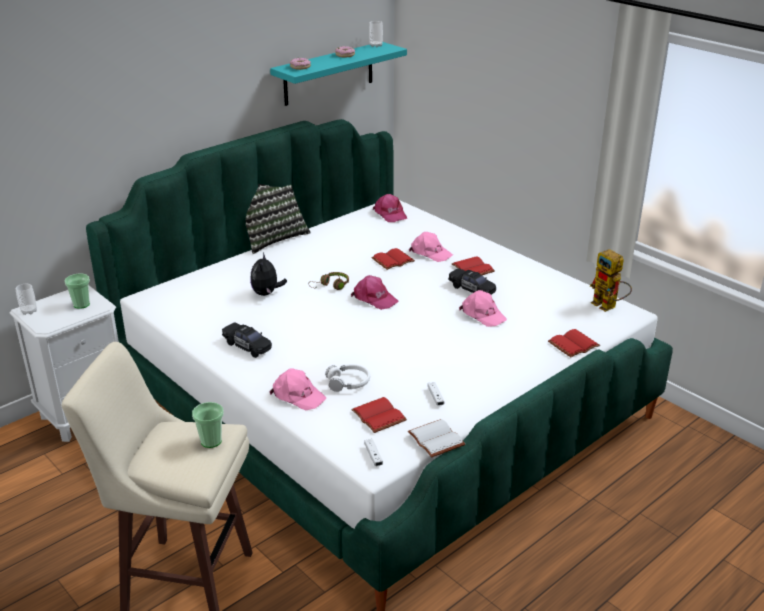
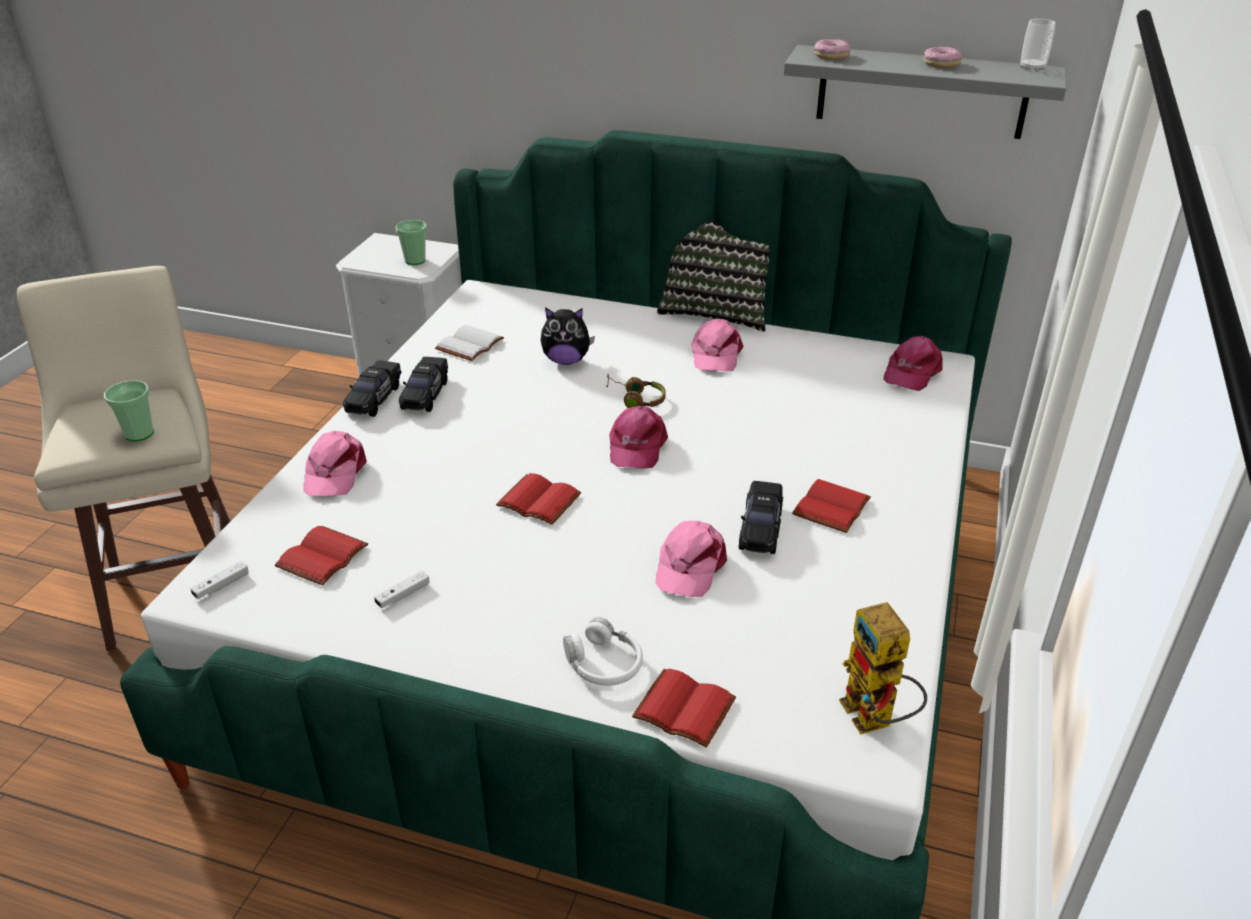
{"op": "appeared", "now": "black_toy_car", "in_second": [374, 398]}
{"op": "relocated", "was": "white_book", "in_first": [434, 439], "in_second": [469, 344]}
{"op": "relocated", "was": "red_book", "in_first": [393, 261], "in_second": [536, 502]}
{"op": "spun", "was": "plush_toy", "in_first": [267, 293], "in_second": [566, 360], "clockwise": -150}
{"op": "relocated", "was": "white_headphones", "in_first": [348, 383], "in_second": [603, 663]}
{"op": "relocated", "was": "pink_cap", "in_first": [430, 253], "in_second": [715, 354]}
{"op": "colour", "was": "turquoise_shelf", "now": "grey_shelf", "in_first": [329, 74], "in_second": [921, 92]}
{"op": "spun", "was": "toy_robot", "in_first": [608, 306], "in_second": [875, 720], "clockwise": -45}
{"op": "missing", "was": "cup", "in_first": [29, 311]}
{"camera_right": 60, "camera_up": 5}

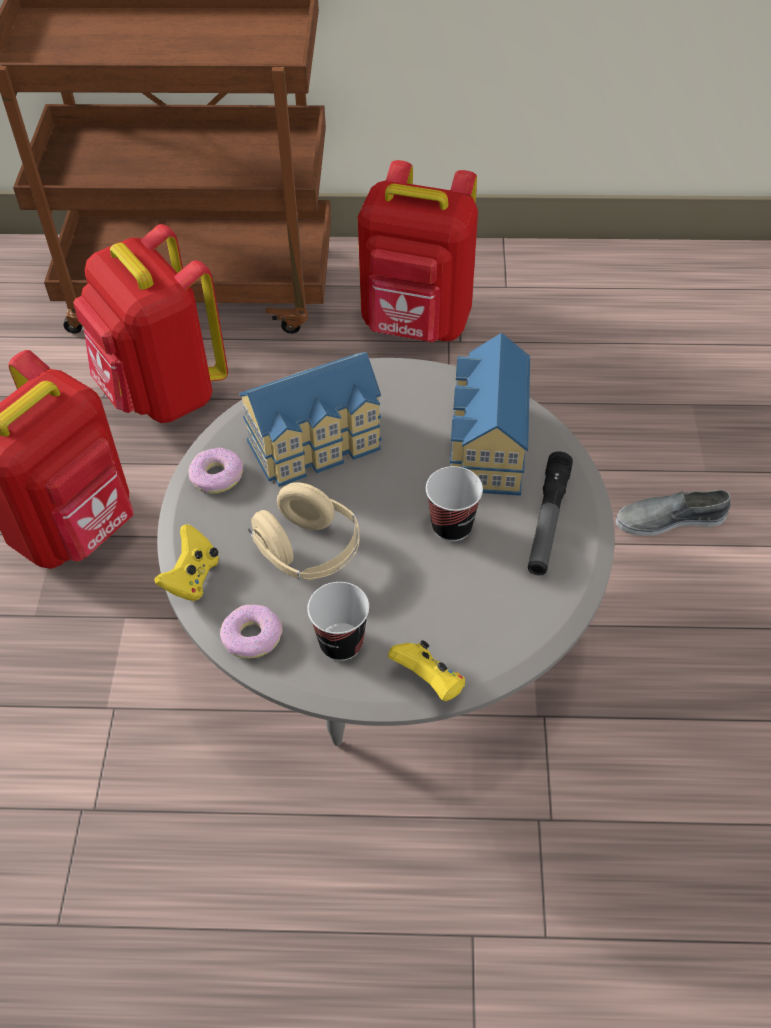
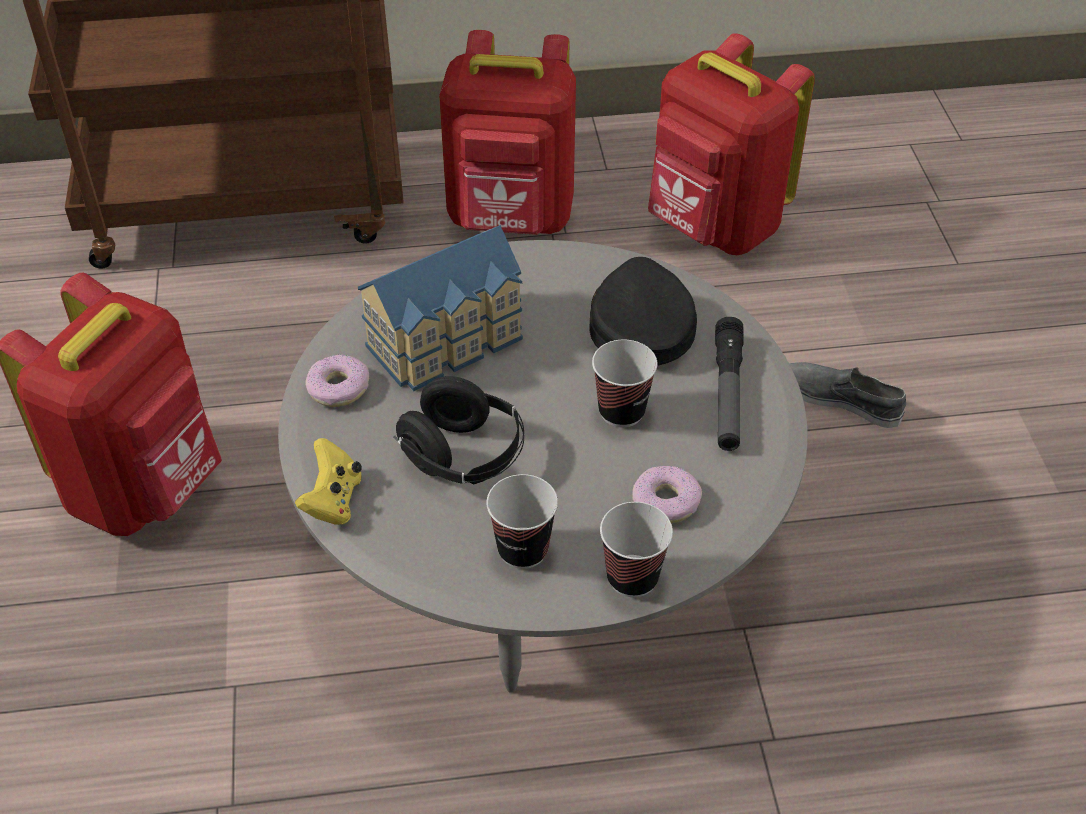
{"op": "colour", "was": "beige_headphones", "now": "black_headphones", "in_first": [308, 551], "in_second": [463, 457]}
{"op": "exchanged", "was": "toy_house", "now": "black_cap", "in_first": [484, 446], "in_second": [639, 323]}
{"op": "exchanged", "was": "yellow_game_controller", "now": "cup", "in_first": [429, 681], "in_second": [632, 578]}
{"op": "relocated", "was": "donut", "in_first": [252, 636], "in_second": [665, 501]}
{"op": "relocated", "was": "red_backpack", "in_first": [163, 393], "in_second": [713, 228]}
{"op": "spun", "was": "grey_shoe", "in_first": [669, 519], "in_second": [840, 399], "clockwise": 45}
{"camera_right": -10, "camera_up": -5}

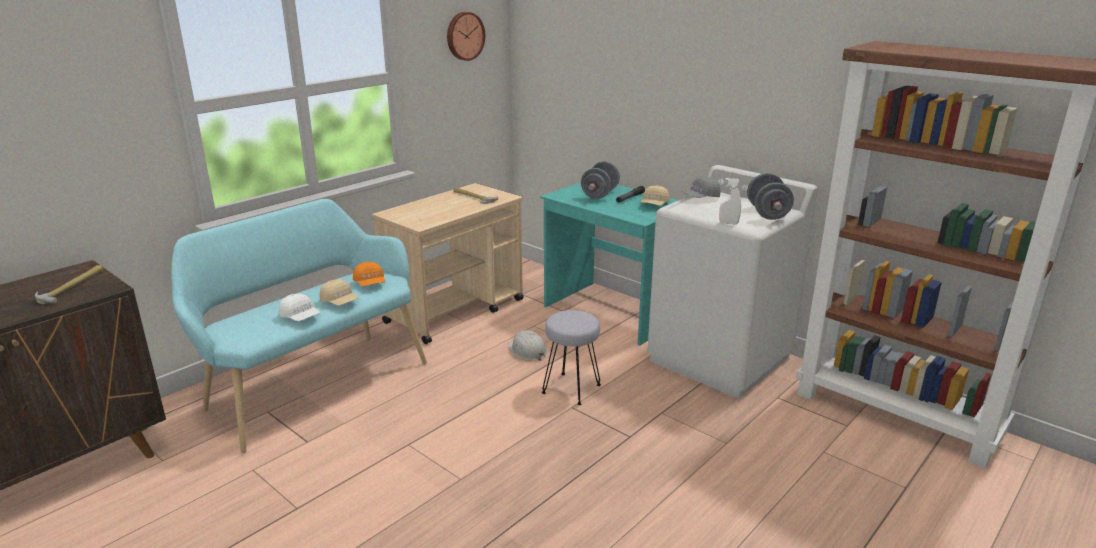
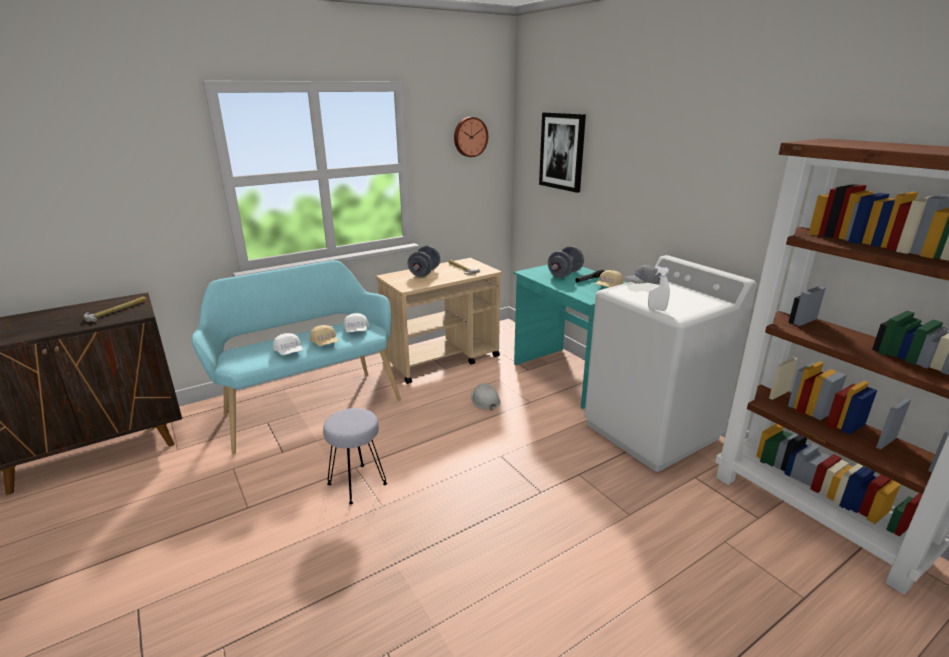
{"op": "relocated", "was": "grey_stool", "in_first": [571, 388], "in_second": [358, 483]}
{"op": "colour", "was": "orange_cap", "now": "white_cap", "in_first": [370, 283], "in_second": [356, 330]}
{"op": "relocated", "was": "grey_dumbbell", "in_first": [767, 213], "in_second": [424, 273]}
{"op": "appeared", "now": "picture", "in_second": [562, 151]}
{"camera_right": 15, "camera_up": 0}

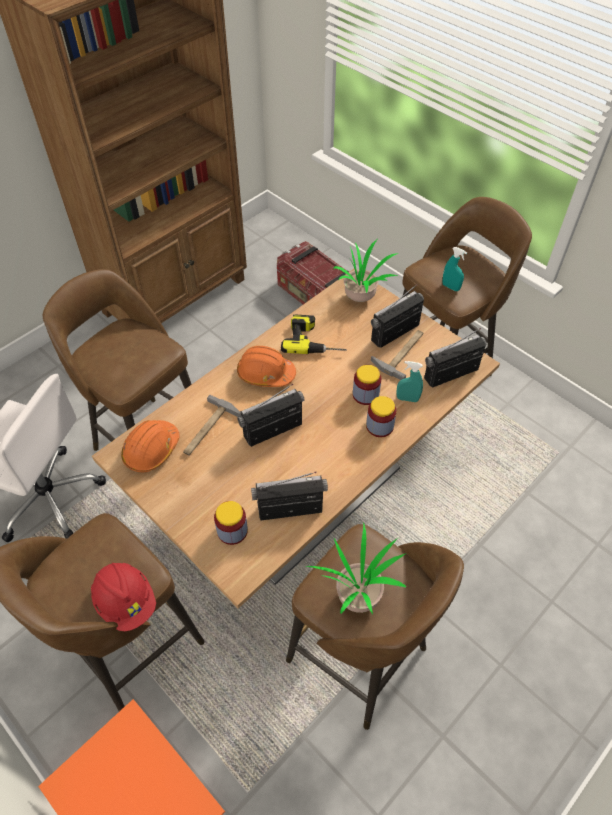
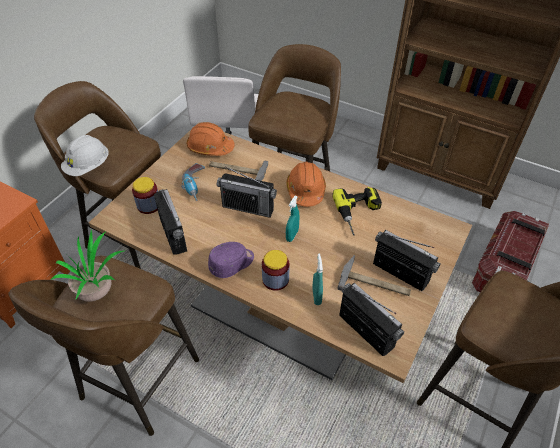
{"op": "colour", "was": "red_hard_hat", "now": "white_hard_hat", "in_first": [126, 601], "in_second": [88, 167]}
{"op": "appeared", "now": "power_drill", "in_second": [196, 186]}
{"op": "appeared", "now": "purple_cap", "in_second": [232, 264]}
{"op": "spun", "was": "radio", "in_first": [273, 430], "in_second": [248, 208], "clockwise": 150}
{"op": "relocated", "was": "turquoise_spray_bottle", "in_first": [450, 287], "in_second": [292, 235]}
{"op": "missing", "was": "potted_plant", "in_first": [362, 297]}
{"op": "missing", "was": "jar", "in_first": [365, 394]}
{"camera_right": 75, "camera_up": -5}

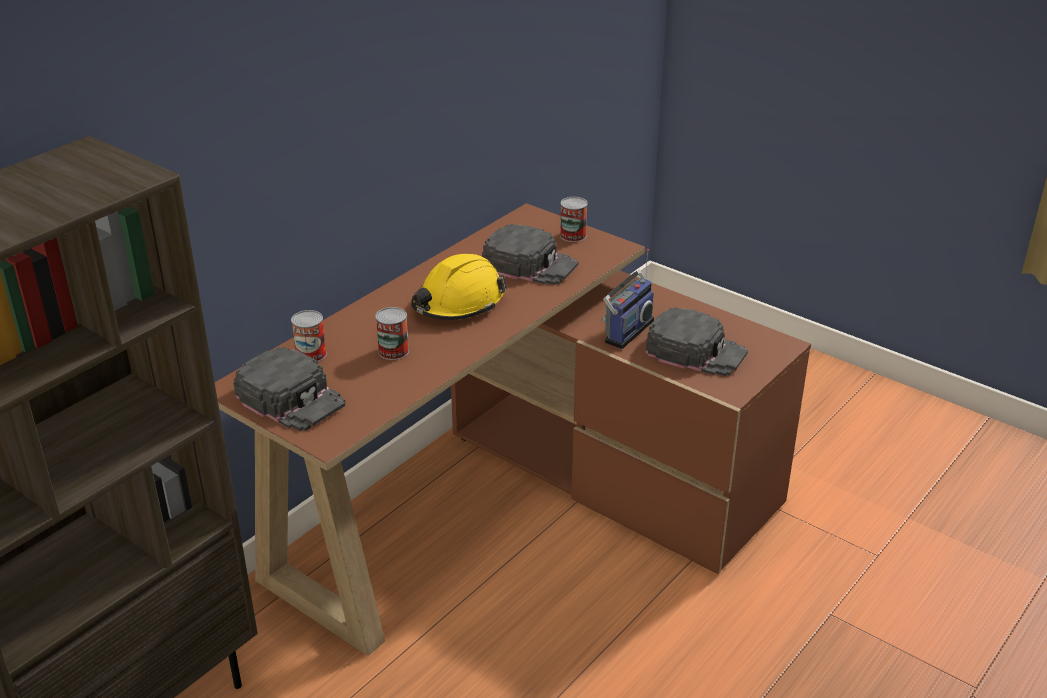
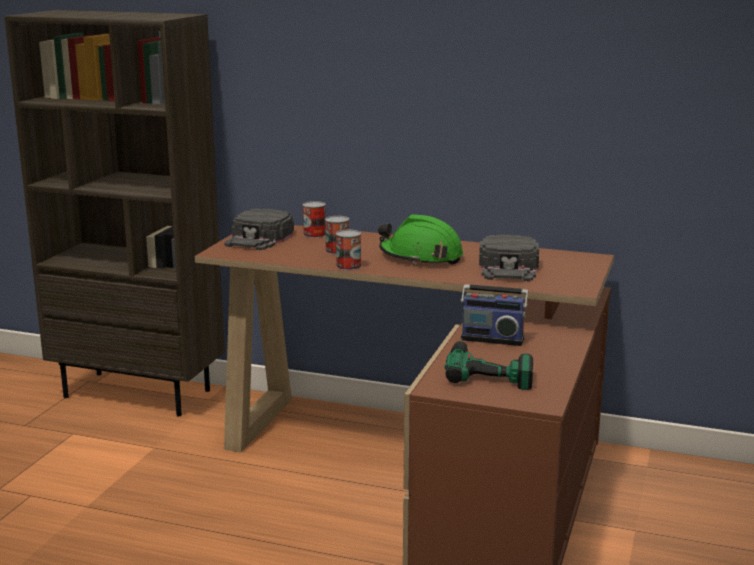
{"op": "relocated", "was": "can", "in_first": [573, 235], "in_second": [348, 266]}
{"op": "colour", "was": "yellow_hard_hat", "now": "green_hard_hat", "in_first": [458, 303], "in_second": [421, 257]}
{"op": "exchanged", "was": "black_cap", "now": "power_drill", "in_first": [696, 351], "in_second": [489, 367]}
{"camera_right": 70, "camera_up": -15}

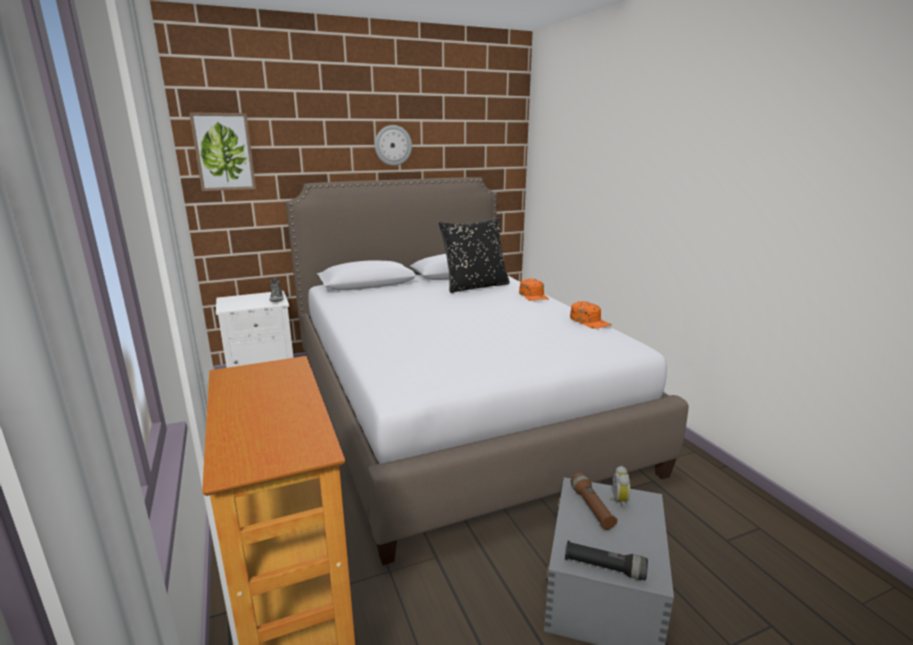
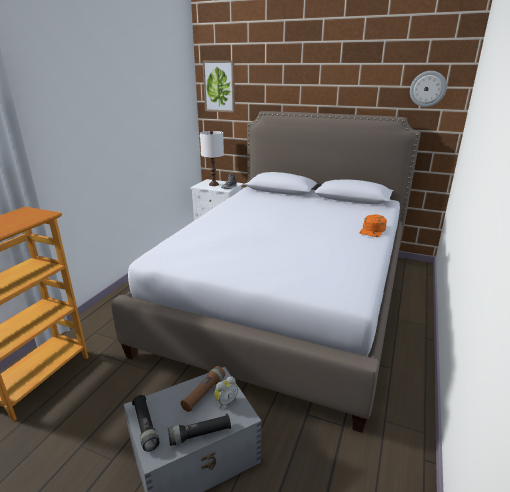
{"op": "appeared", "now": "black_flashlight", "in_second": [200, 435]}
{"op": "appeared", "now": "white_table_lamp", "in_second": [213, 184]}
{"op": "relocated", "was": "wall_clock", "in_first": [393, 145], "in_second": [427, 89]}
{"op": "missing", "was": "black_pillow", "in_first": [475, 286]}
{"op": "missing", "was": "orange_cap", "in_first": [590, 321]}
{"camera_right": 45, "camera_up": 5}

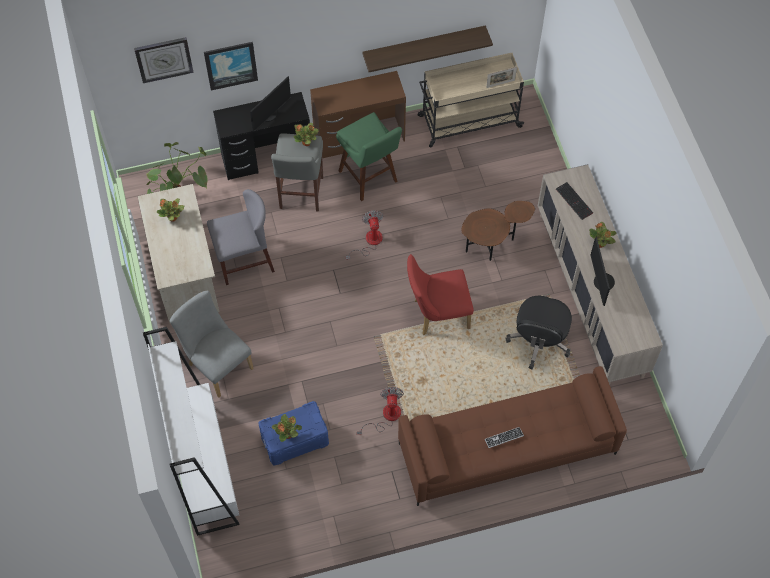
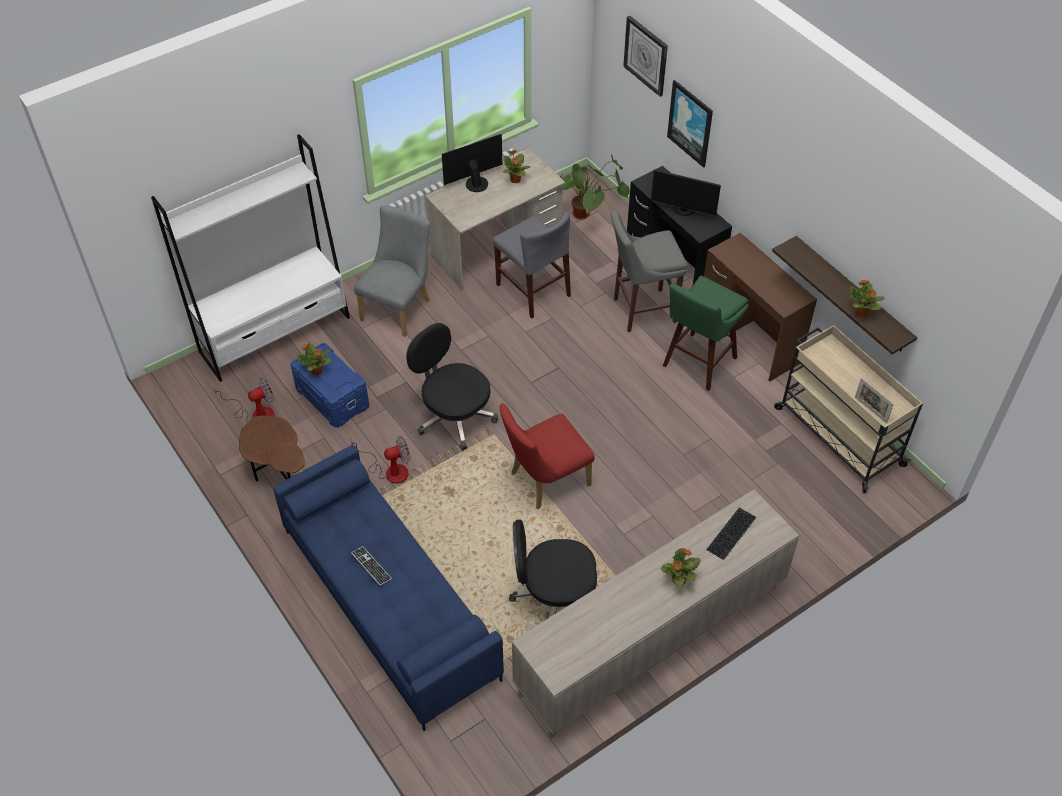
{"op": "relocated", "was": "fan", "in_first": [369, 242], "in_second": [256, 413]}
{"op": "relocated", "was": "brown_side_table", "in_first": [492, 244], "in_second": [280, 476]}
{"op": "colour", "was": "brown_sofa", "now": "blue_sofa", "in_first": [506, 449], "in_second": [388, 603]}
{"op": "appeared", "now": "black_office_chair", "in_second": [454, 416]}
{"op": "relocated", "was": "monitor", "in_first": [601, 282], "in_second": [475, 183]}
{"op": "spun", "was": "red_chair", "in_first": [437, 314], "in_second": [544, 481], "clockwise": -90}
{"op": "relocated", "was": "potted_plant", "in_first": [307, 143], "in_second": [861, 313]}
{"camera_right": 70, "camera_up": -10}

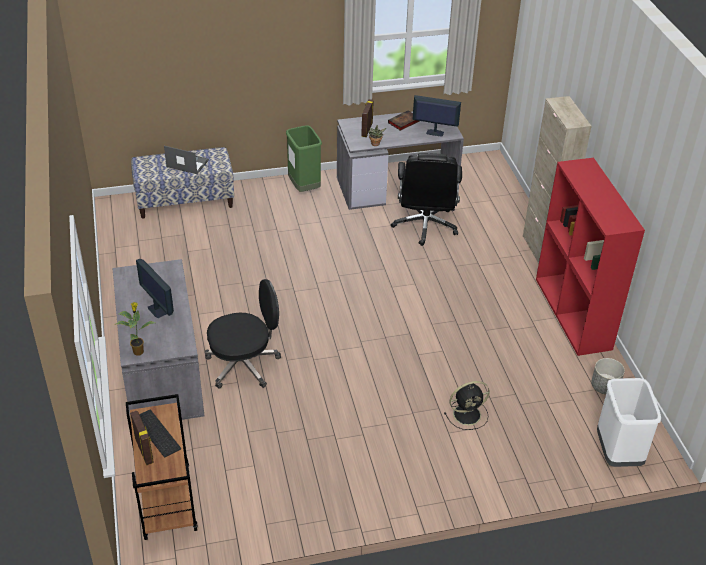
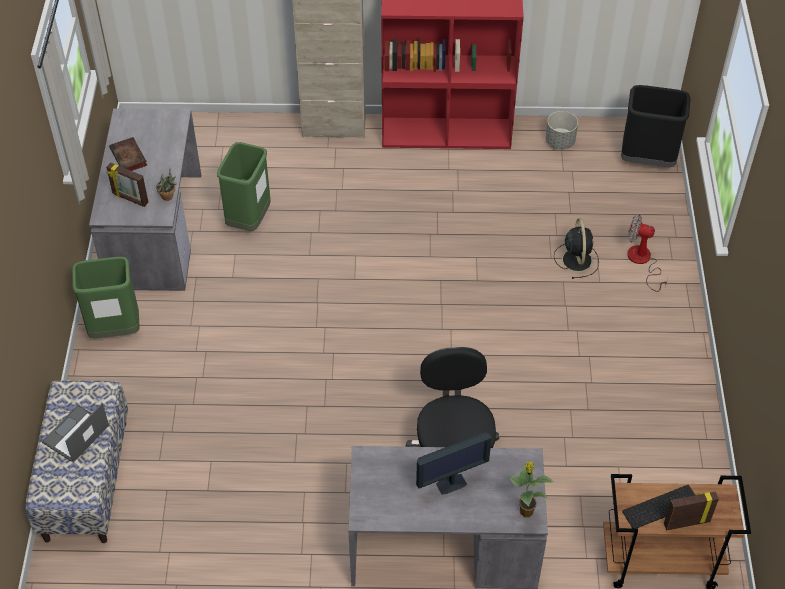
{"op": "exchanged", "was": "black_office_chair", "now": "green_trash_can", "in_first": [425, 226], "in_second": [249, 220]}
{"op": "colour", "was": "white_trash_can", "now": "black_trash_can", "in_first": [618, 453], "in_second": [647, 159]}
{"op": "appeared", "now": "fan", "in_second": [642, 262]}
{"op": "missing", "was": "monitor", "in_first": [434, 132]}
{"camera_right": -75, "camera_up": 10}

